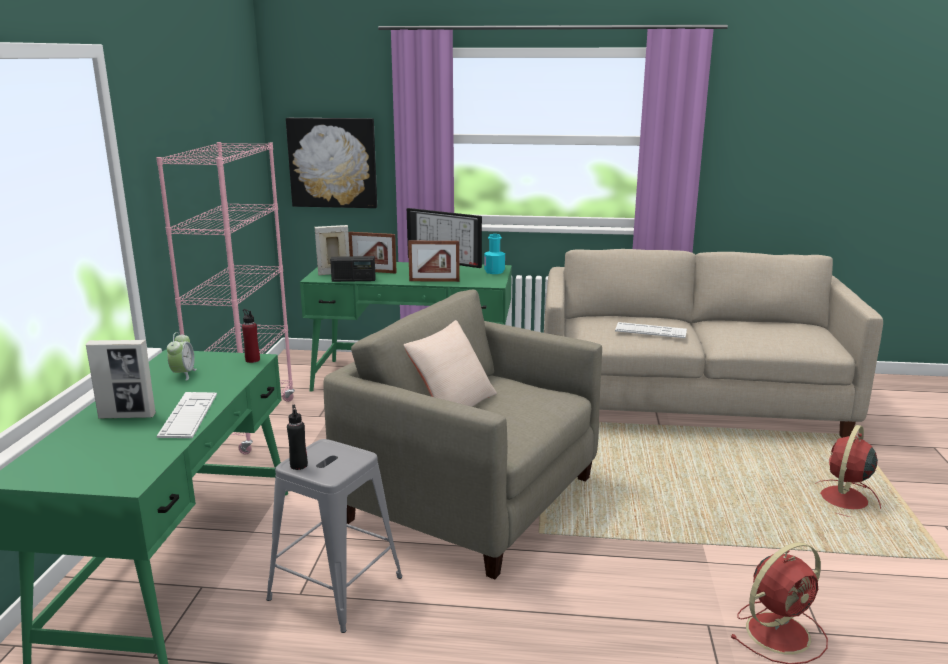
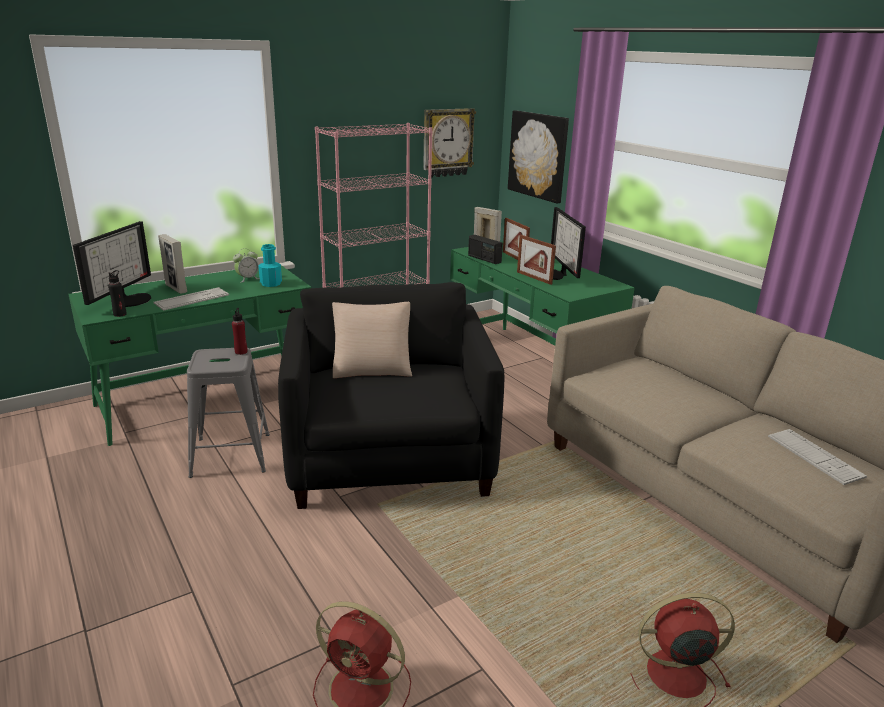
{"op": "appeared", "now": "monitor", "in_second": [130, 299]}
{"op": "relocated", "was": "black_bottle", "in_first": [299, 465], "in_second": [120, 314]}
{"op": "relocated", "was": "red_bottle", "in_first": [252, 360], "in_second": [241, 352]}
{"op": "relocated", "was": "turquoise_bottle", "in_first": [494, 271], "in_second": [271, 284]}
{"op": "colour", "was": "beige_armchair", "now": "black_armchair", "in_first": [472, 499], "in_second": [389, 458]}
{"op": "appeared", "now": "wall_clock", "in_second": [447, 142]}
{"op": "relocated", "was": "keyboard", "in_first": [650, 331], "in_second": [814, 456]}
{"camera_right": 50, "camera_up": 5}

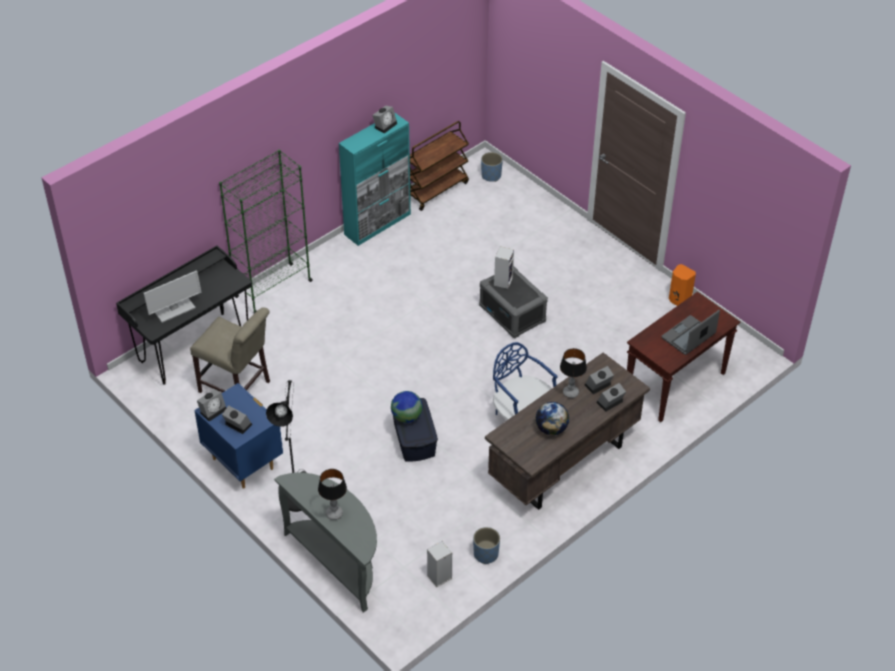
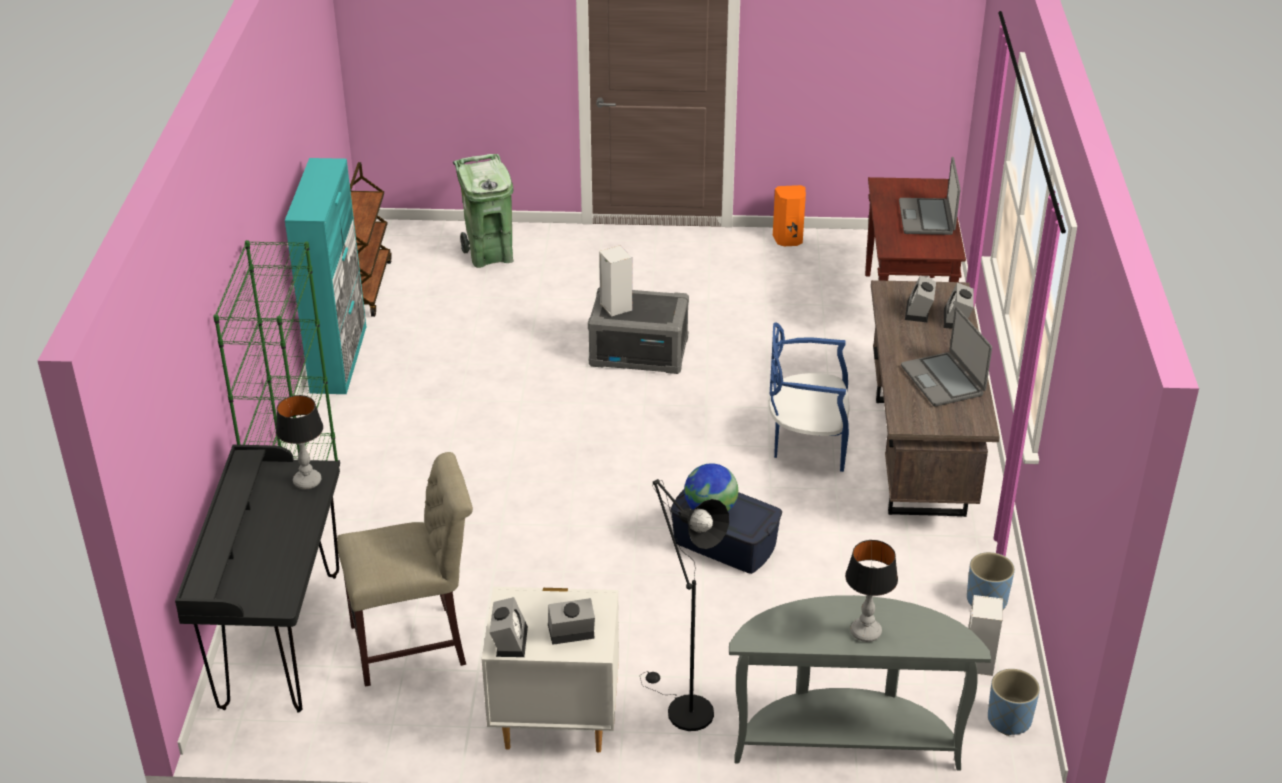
{"op": "relocated", "was": "table_lamp", "in_first": [570, 392], "in_second": [306, 481]}
{"op": "appeared", "now": "green_trash_can", "in_second": [490, 255]}
{"op": "colour", "was": "blue_nightstand", "now": "white_nightstand", "in_first": [243, 463], "in_second": [555, 723]}
{"op": "exchanged", "was": "globe", "now": "laptop", "in_first": [551, 429], "in_second": [943, 380]}
{"op": "relocated", "was": "blue_planter", "in_first": [491, 176], "in_second": [1009, 720]}
{"op": "missing", "was": "monitor", "in_first": [174, 310]}
{"op": "missing", "was": "alarm_clock", "in_first": [385, 125]}
{"camera_right": -45, "camera_up": -10}

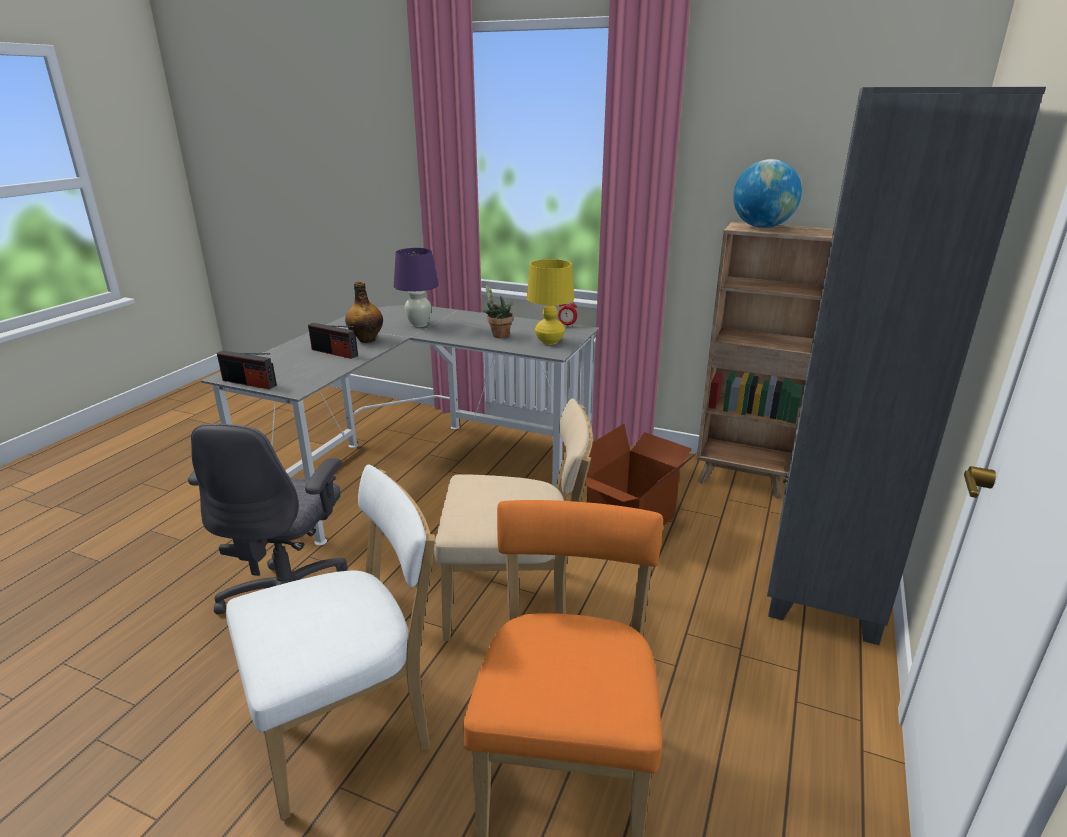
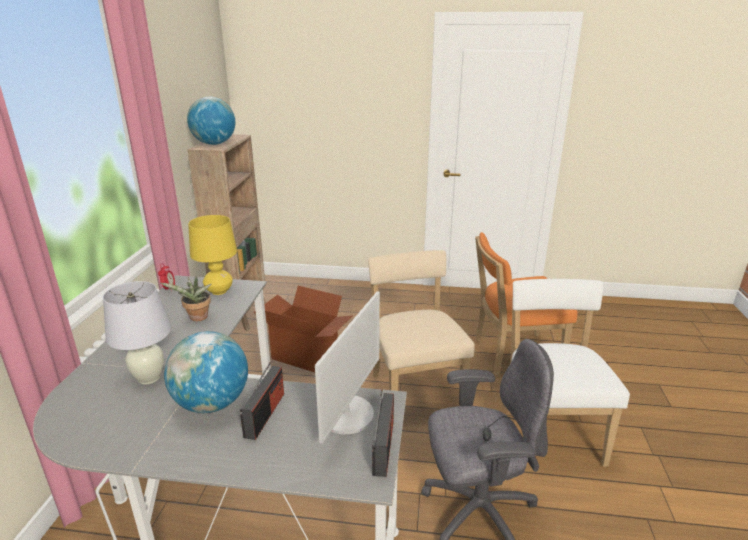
{"op": "colour", "was": "purple_table_lamp", "now": "white_table_lamp", "in_first": [419, 324], "in_second": [148, 378]}
{"op": "exchanged", "was": "bottle", "now": "globe", "in_first": [366, 340], "in_second": [212, 403]}
{"op": "appeared", "now": "monitor", "in_second": [346, 414]}
{"op": "spun", "was": "white_chair", "in_first": [350, 727], "in_second": [549, 430], "clockwise": 45}
{"op": "missing", "was": "grey_bookcase", "in_first": [823, 569]}
{"camera_right": -105, "camera_up": 0}

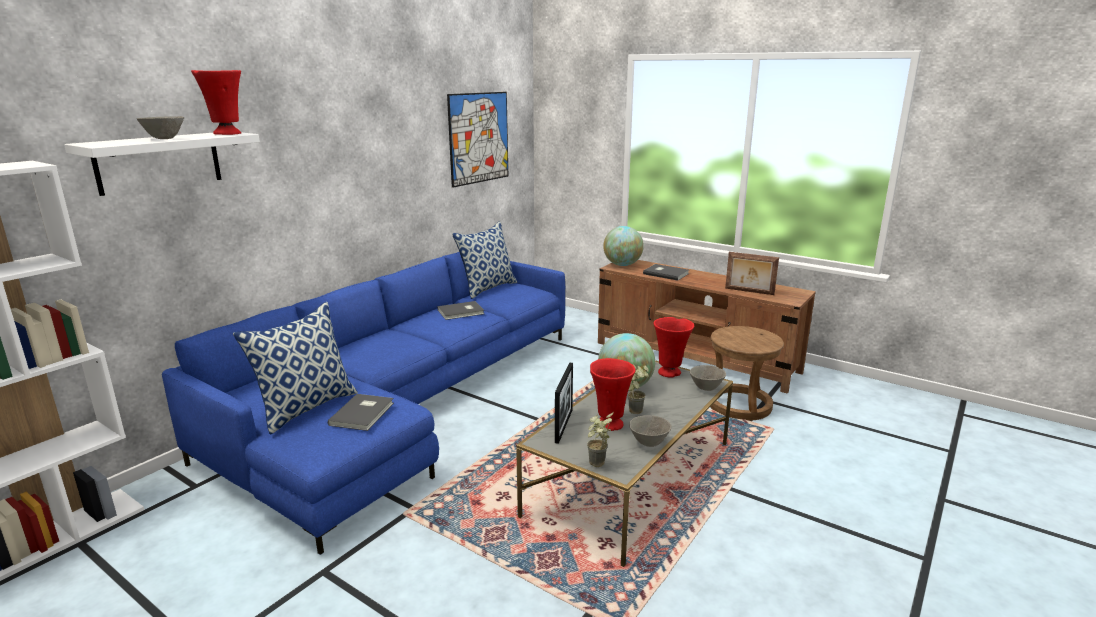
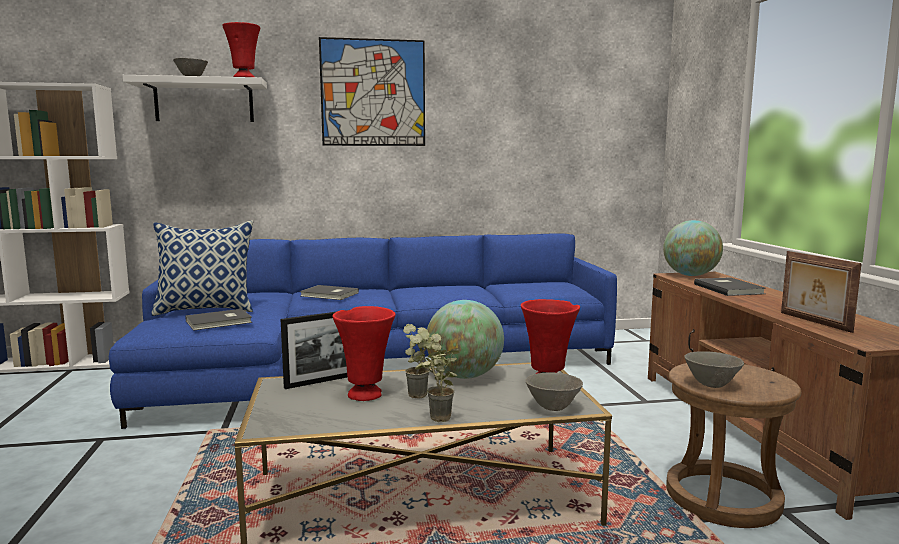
{"op": "relocated", "was": "grey_book", "in_first": [461, 312], "in_second": [329, 295]}
{"op": "relocated", "was": "picture", "in_first": [479, 138], "in_second": [373, 93]}
{"op": "relocated", "was": "potted_plant", "in_first": [597, 466], "in_second": [436, 420]}
{"op": "relocated", "was": "grey_bowl", "in_first": [648, 443], "in_second": [711, 385]}
{"op": "missing", "was": "pillow", "in_first": [487, 288]}
{"camera_right": 45, "camera_up": -10}

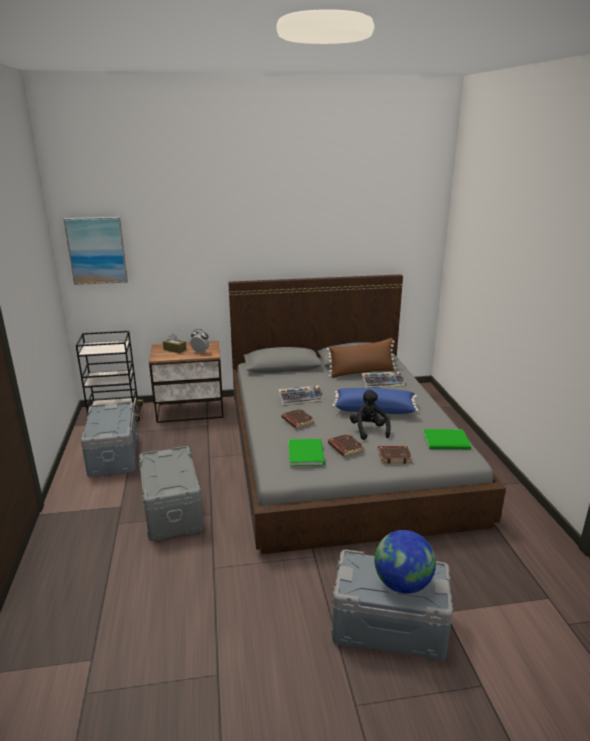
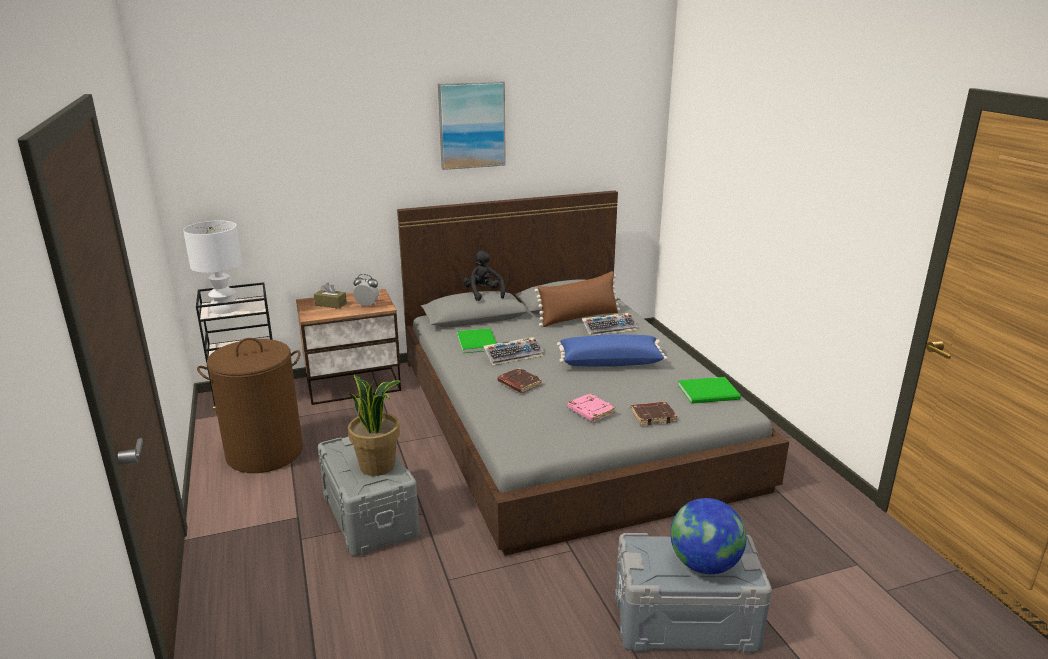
{"op": "appeared", "now": "white_table_lamp", "in_second": [224, 309]}
{"op": "exchanged", "was": "grey_storage_box", "now": "brown_laundry_basket", "in_first": [113, 455], "in_second": [264, 453]}
{"op": "appeared", "now": "potted_plant", "in_second": [378, 465]}
{"op": "relocated", "was": "picture", "in_first": [97, 250], "in_second": [471, 125]}
{"op": "relocated", "was": "green_book", "in_first": [307, 453], "in_second": [478, 341]}
{"op": "relocated", "was": "black_plush_toy", "in_first": [368, 430], "in_second": [483, 294]}
{"op": "colour", "was": "brown_book", "now": "pink_book", "in_first": [345, 447], "in_second": [590, 411]}
{"camera_right": -10, "camera_up": 0}

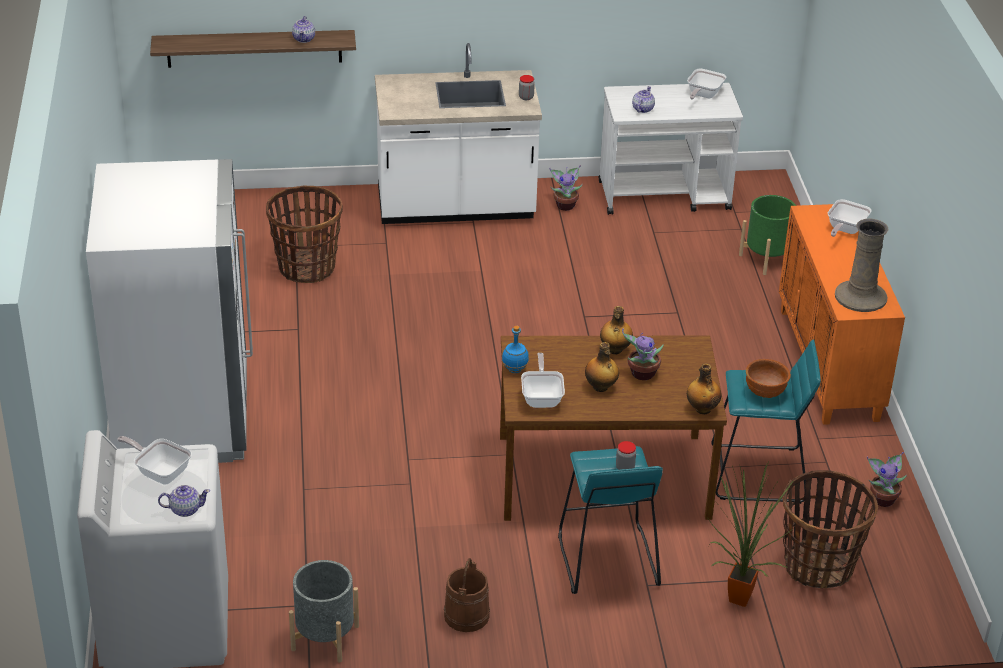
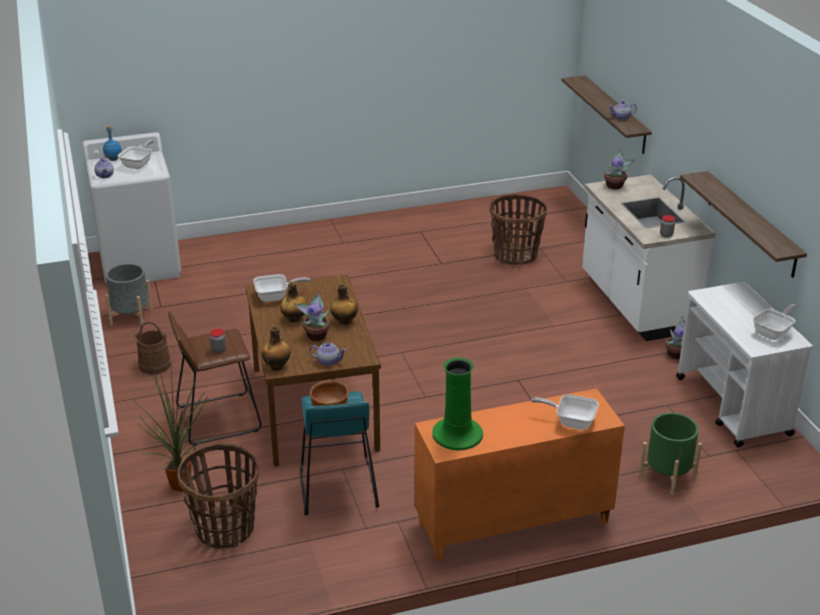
{"op": "relocated", "was": "blue_bottle", "in_first": [515, 370], "in_second": [113, 159]}
{"op": "colour", "was": "turquoise_stool", "now": "brown_stool", "in_first": [606, 560], "in_second": [218, 418]}
{"op": "relocated", "was": "teapot", "in_first": [642, 109], "in_second": [328, 361]}
{"op": "colour", "was": "beige_vase", "now": "green_vase", "in_first": [860, 297], "in_second": [458, 434]}
{"op": "relocated", "was": "potted_plant", "in_first": [883, 498], "in_second": [615, 186]}
{"op": "appeared", "now": "shelf", "in_second": [751, 224]}
{"op": "spun", "was": "frying_pan", "in_first": [703, 95], "in_second": [773, 332], "clockwise": 120}
{"op": "missing", "was": "white_fridge", "in_first": [183, 417]}
{"camera_right": 80, "camera_up": -5}

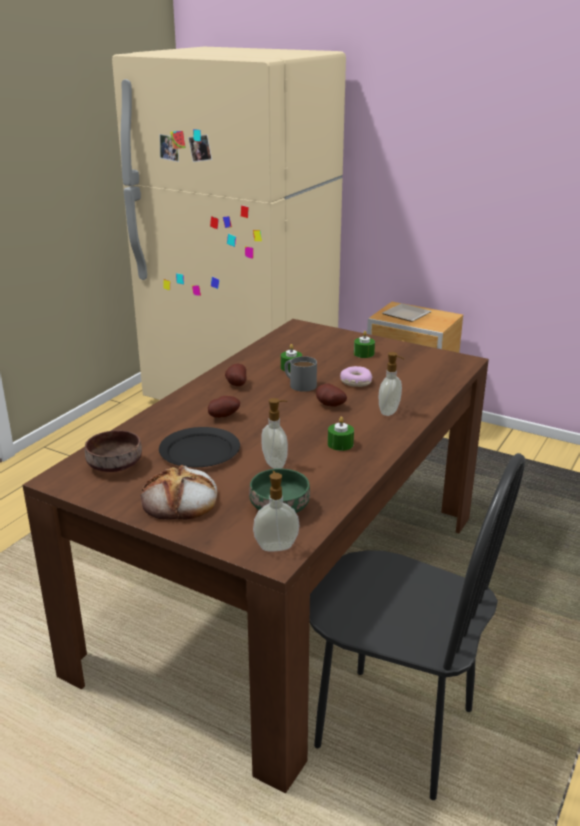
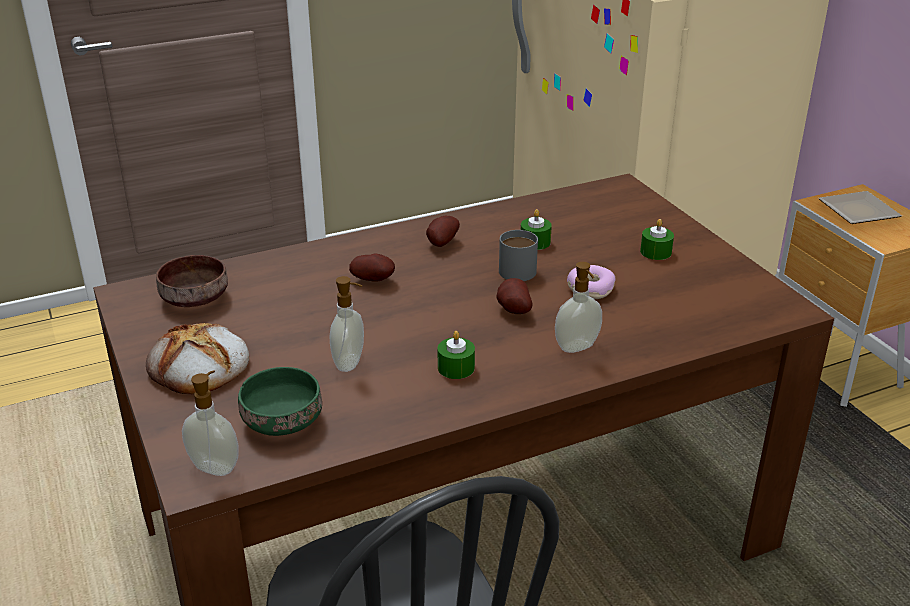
{"op": "missing", "was": "black_plate", "in_first": [199, 451]}
{"camera_right": 35, "camera_up": 5}

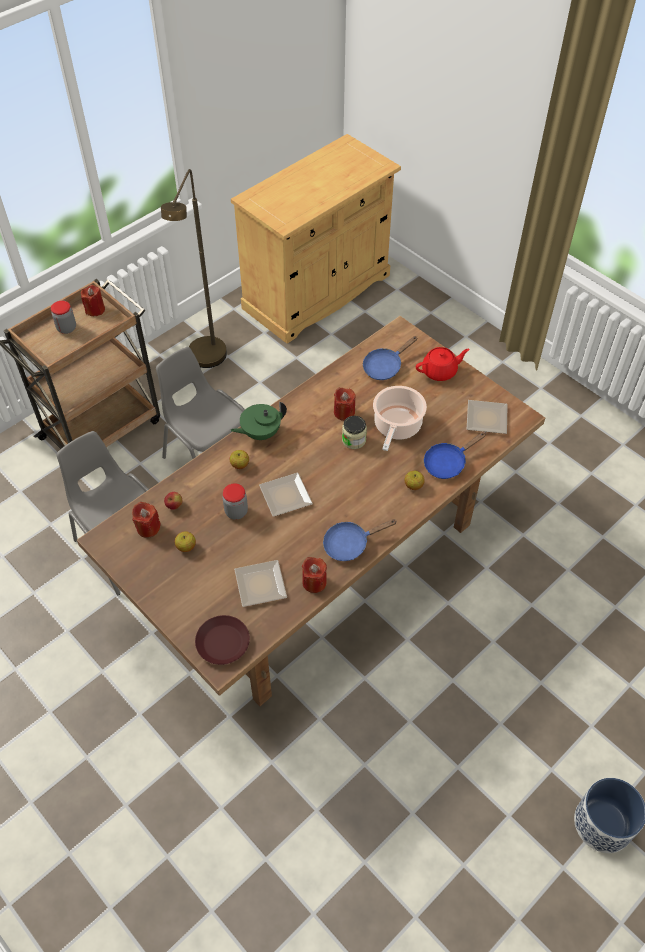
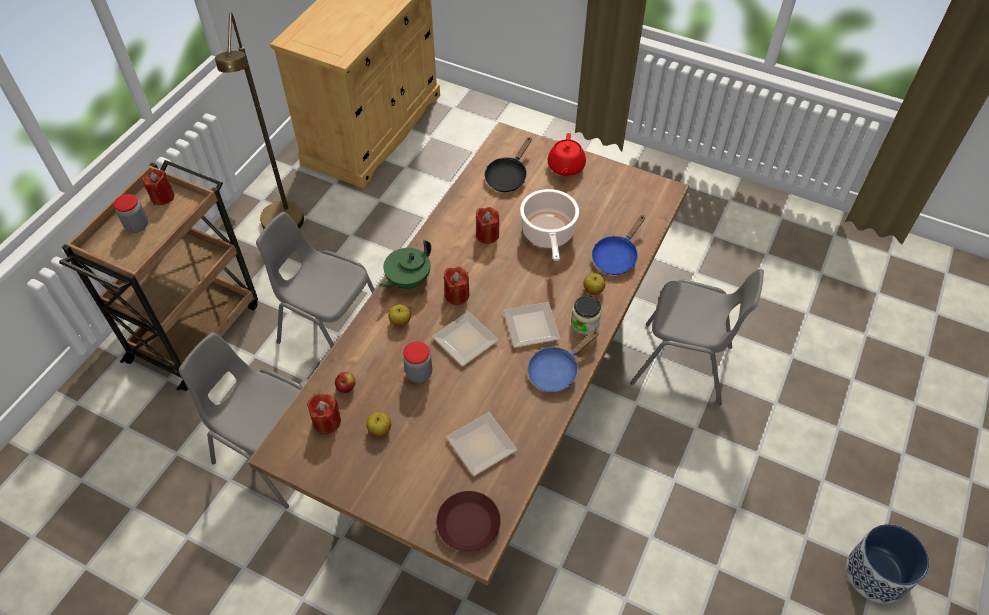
{"op": "relocated", "was": "red_candle", "in_first": [314, 582], "in_second": [457, 295]}
{"op": "colour", "was": "blue_frying_pan", "now": "black_frying_pan", "in_first": [385, 366], "in_second": [508, 176]}
{"op": "relocated", "was": "plate", "in_first": [485, 417], "in_second": [529, 326]}
{"op": "spun", "was": "red_teapot", "in_first": [440, 371], "in_second": [565, 167], "clockwise": 135}
{"op": "relocated", "was": "jar", "in_first": [354, 440], "in_second": [584, 323]}
{"op": "appeared", "now": "grey_chair", "in_second": [683, 365]}
{"camera_right": -20, "camera_up": 0}

